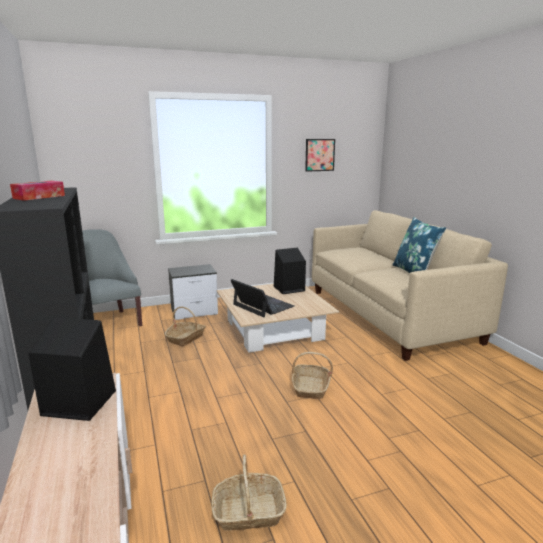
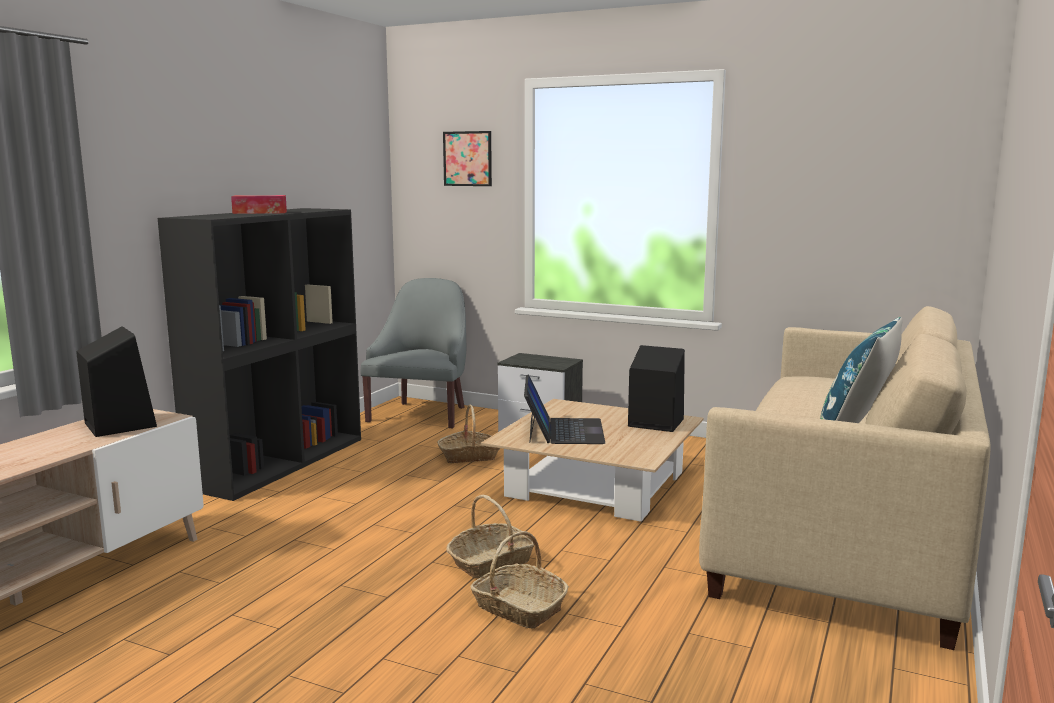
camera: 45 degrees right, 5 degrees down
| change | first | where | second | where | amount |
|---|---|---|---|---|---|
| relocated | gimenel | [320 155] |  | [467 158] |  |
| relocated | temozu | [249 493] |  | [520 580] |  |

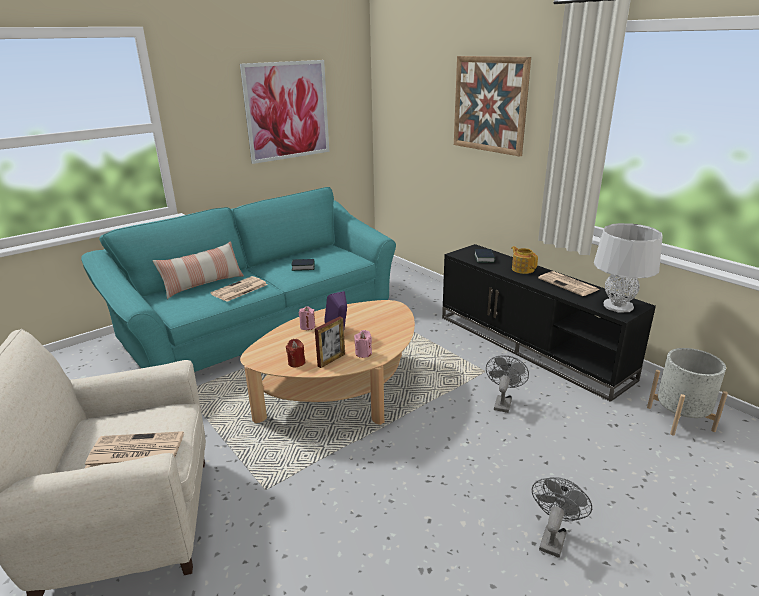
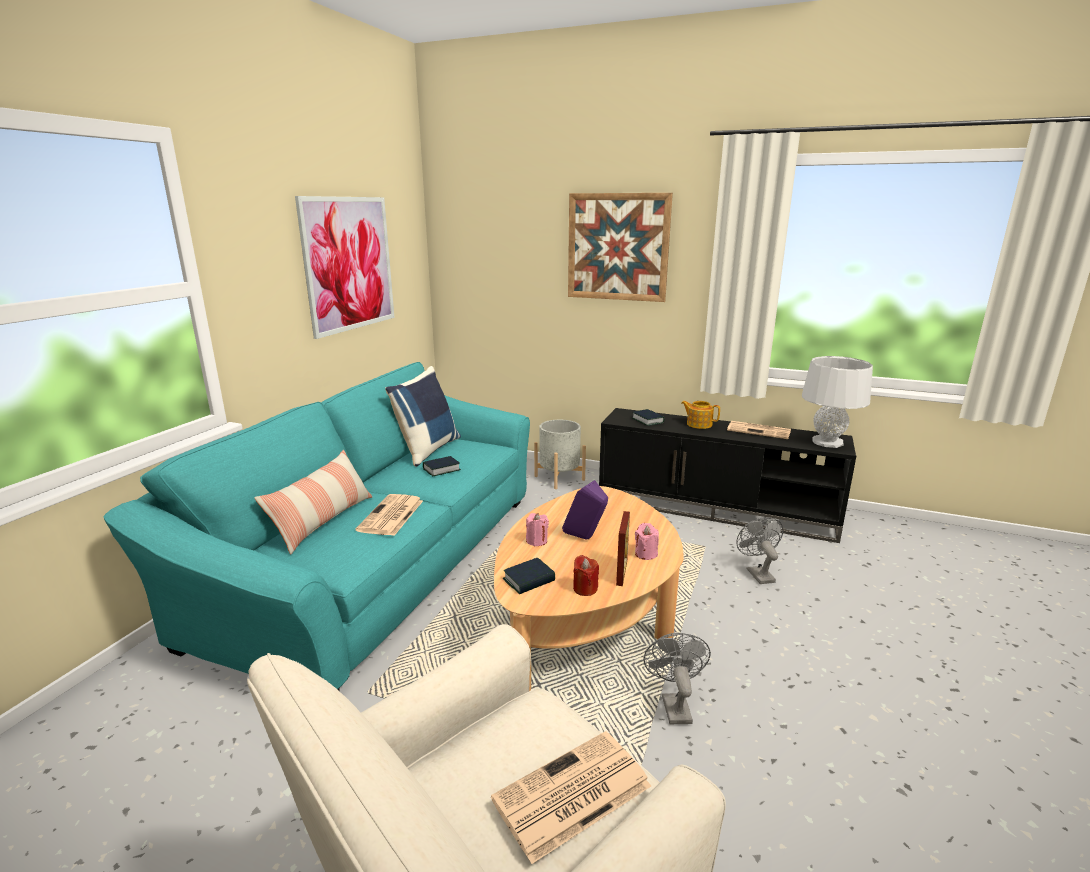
camera: 30 degrees left, 5 degrees down
| change | first | where | second | where | amount |
|---|---|---|---|---|---|
| appeared |  |  | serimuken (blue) | [423 416] |  |
| appeared |  |  | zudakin | [529 576] |  |
| relocated | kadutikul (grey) | [687 392] |  | [560 454] |  |
| relocated | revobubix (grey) | [562 517] |  | [677 678] |  |

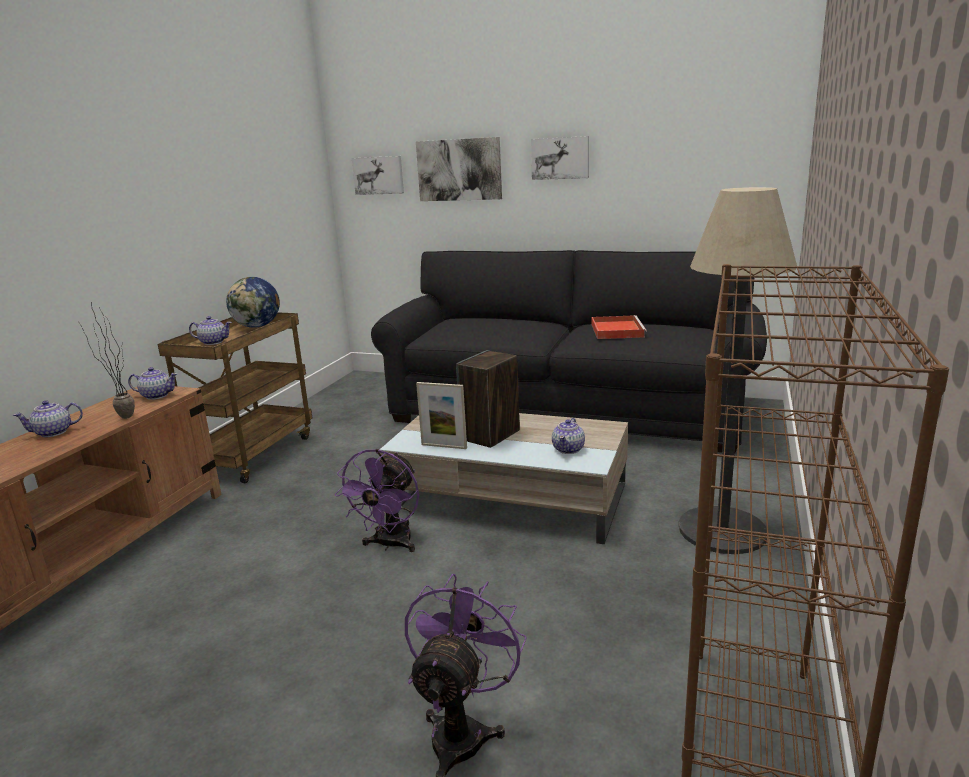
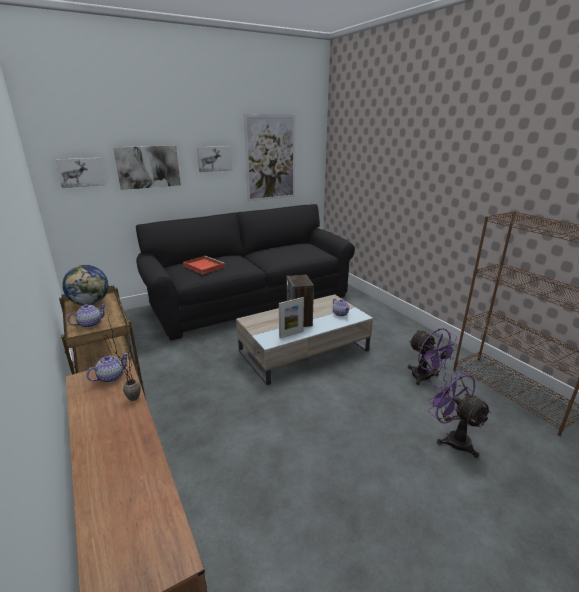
camera: 50 degrees left, 5 degrees up
| change | first | where | second | where | amount |
|---|---|---|---|---|---|
| relocated | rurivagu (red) | [619 327] |  | [204 265] |  |
| appeared |  |  | gimenel | [269 158] |  |
| relocated | revobubix (purple) | [377 500] |  | [433 356] |  |
| missing | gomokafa | [48 418] |  |  |  |
| missing | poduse | [738 370] |  |  |  |

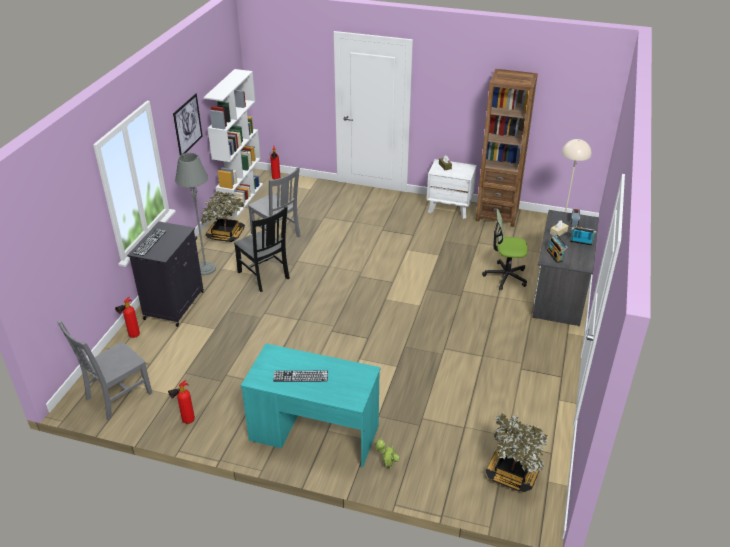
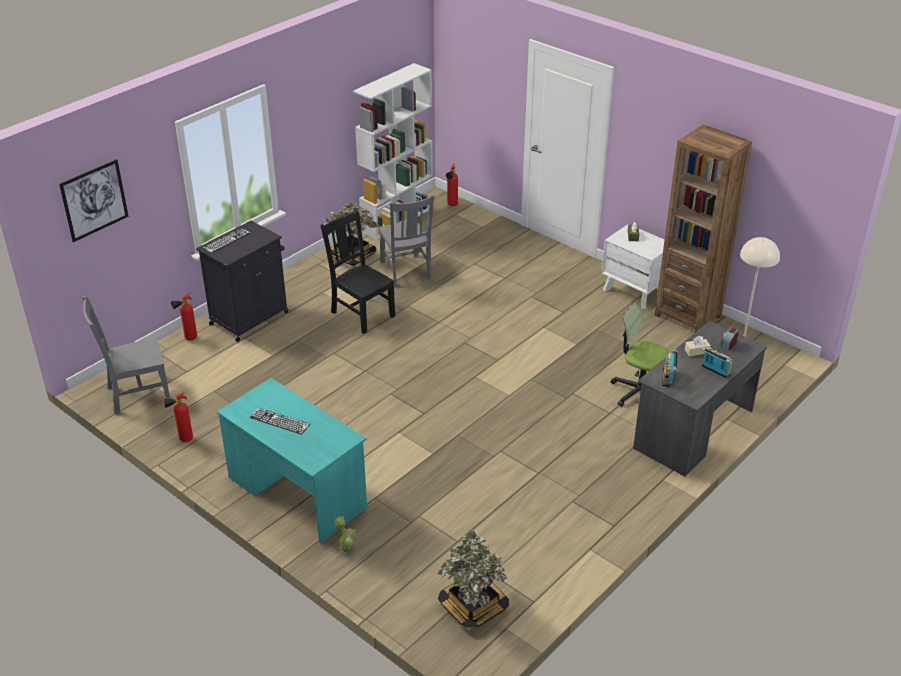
camera: 25 degrees right, 0 degrees up
| change | first | where | second | where | amount |
|---|---|---|---|---|---|
| relocated | gimenel | [188 124] |  | [94 200] |  |
| spun | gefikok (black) | [262 249] |  | [357 271] | 150 degrees clockwise |
| missing | poduse (grey) | [195 214] |  |  |  |

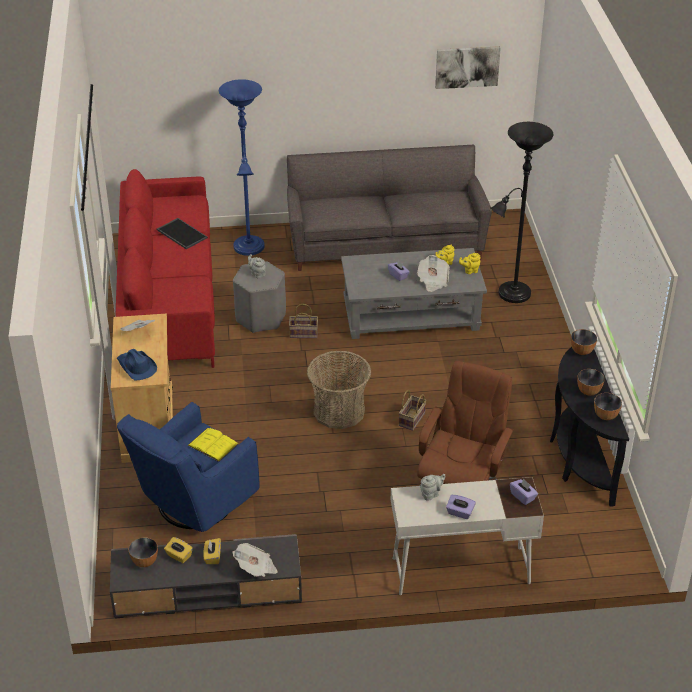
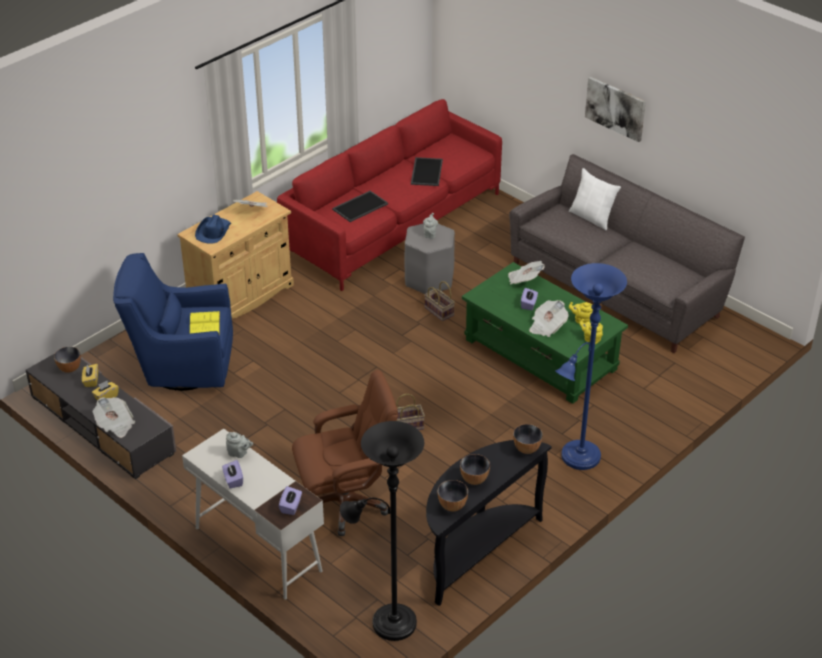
camera: 50 degrees right, 0 degrees up
| change | first | where | second | where | amount |
|---|---|---|---|---|---|
| appeared |  |  | rurivagu | [360 206] |  |
| relocated | poduse (black) | [521 212] |  | [382 531] |  |
| colour | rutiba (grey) | [414 293] | rutiba (green) | [545 333] |  |
| appeared |  |  | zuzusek | [526 273] |  |
| relocated | poduse (blue) | [242 167] |  | [591 366] |  |
| appeared |  |  | serimuken (white) | [595 199] |  |
| relocated | gimenel | [468 67] |  | [615 109] |  |
| missing | temozu | [339 390] |  |  |  |

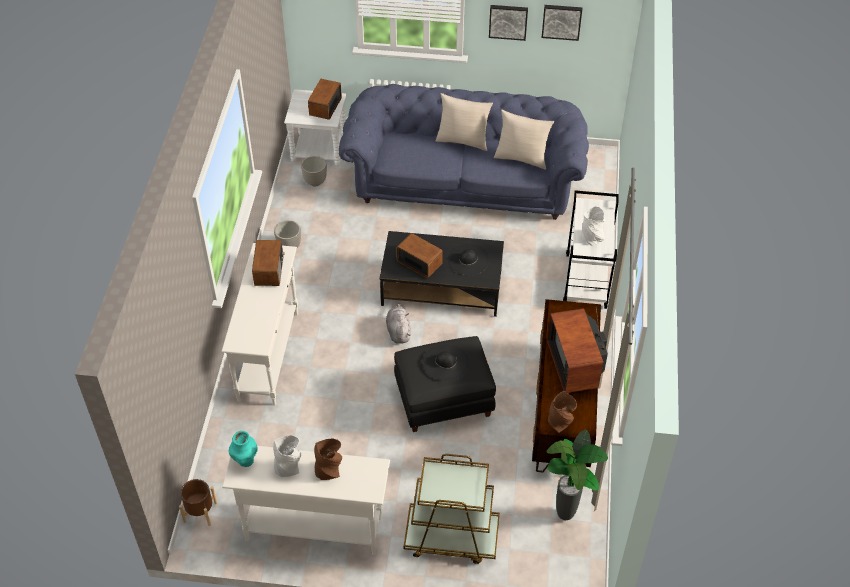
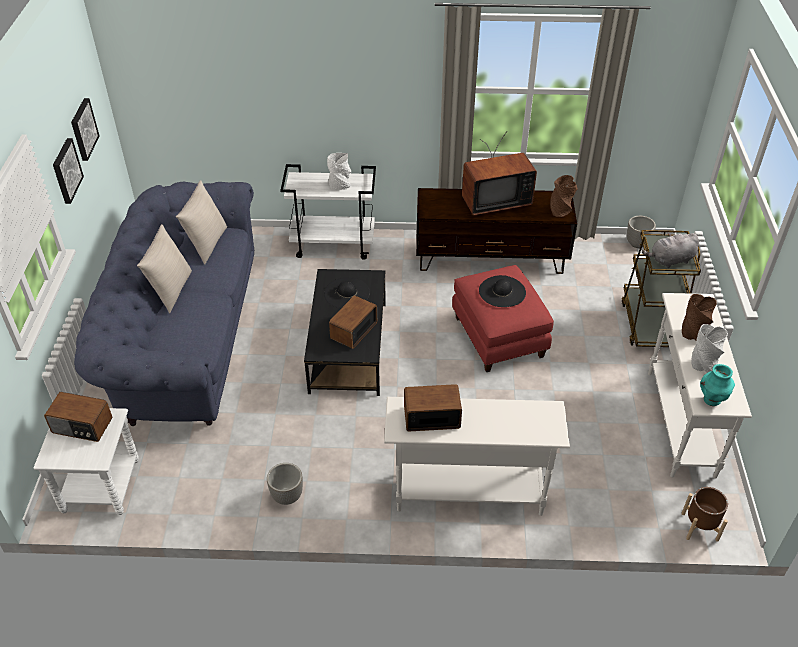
camera: 95 degrees left, 5 degrees down
| change | first | where | second | where | amount |
|---|---|---|---|---|---|
| colour | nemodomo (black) | [445 384] | nemodomo (red) | [503 318] |  |
| relocated | kadutikul | [314 171] |  | [641 232] |  |
| relocated | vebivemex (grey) | [398 323] |  | [670 250] |  |
| missing | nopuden | [577 475] |  |  |  |

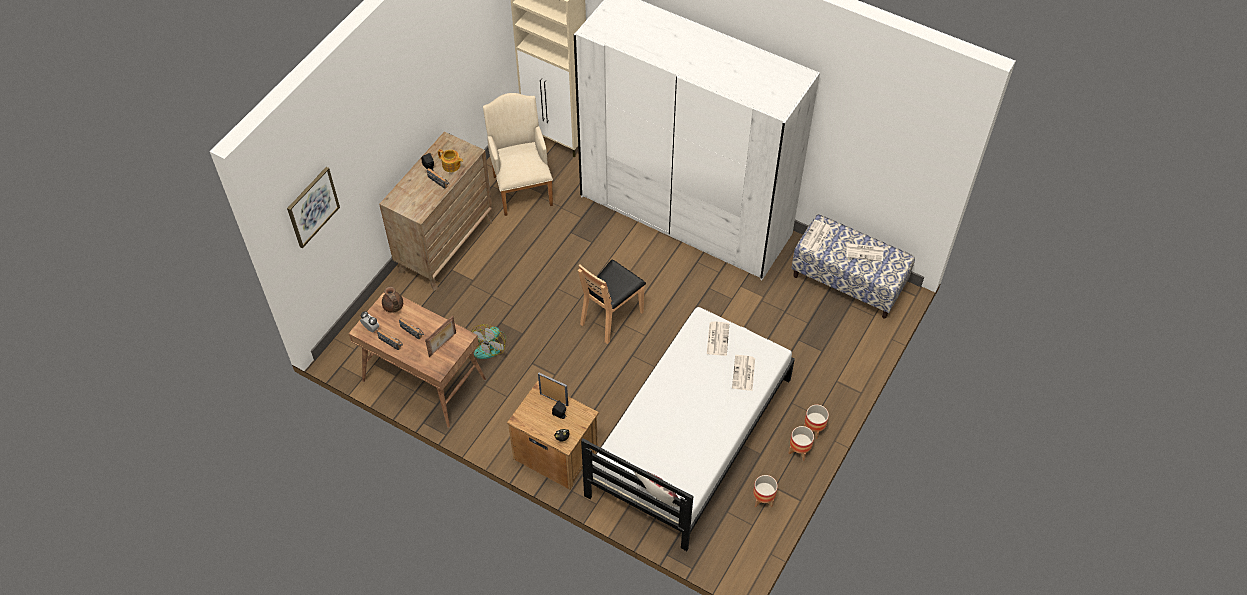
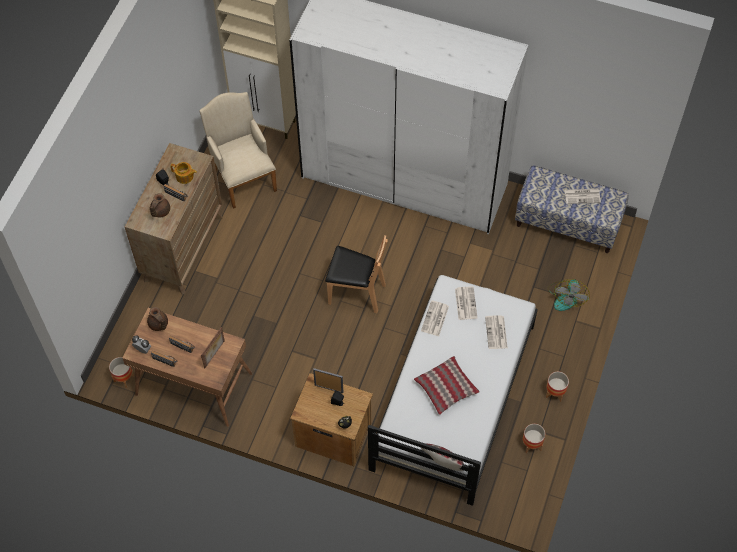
camera: 10 degrees left, 5 degrees up
| change | first | where | second | where | amount |
|---|---|---|---|---|---|
| relocated | kadutikul | [816 422] |  | [121 372] |  |
| appeared |  |  | gomokafa (brown) | [159 205] |  |
| spun | gefikok (brown) | [612 302] |  | [356 274] | 105 degrees counterclockwise |
| appeared |  |  | serimuken | [447 385] |  |
| relocated | zuzusek | [815 236] |  | [435 318] |  |
| relocated | revobubix | [488 341] |  | [569 295] |  |
| missing | gimenel | [313 207] |  |  |  |

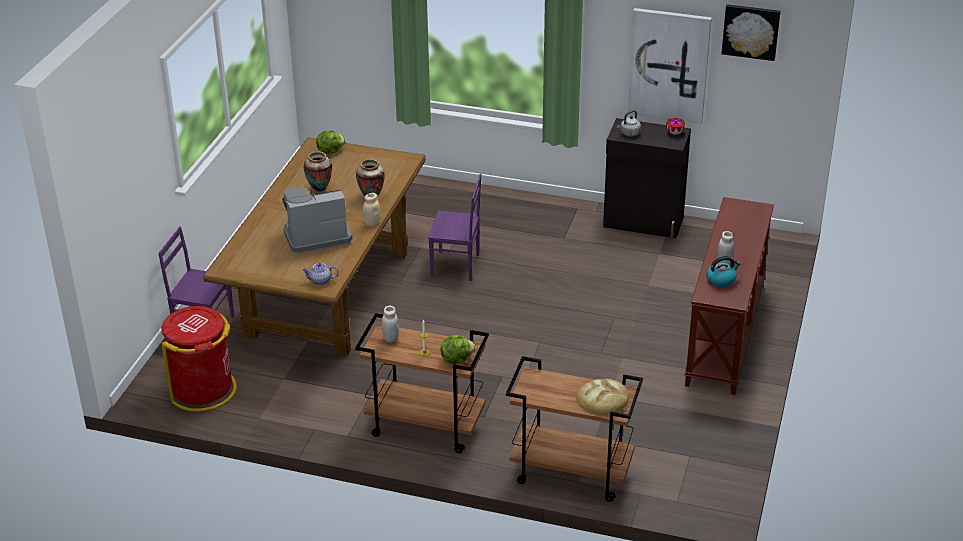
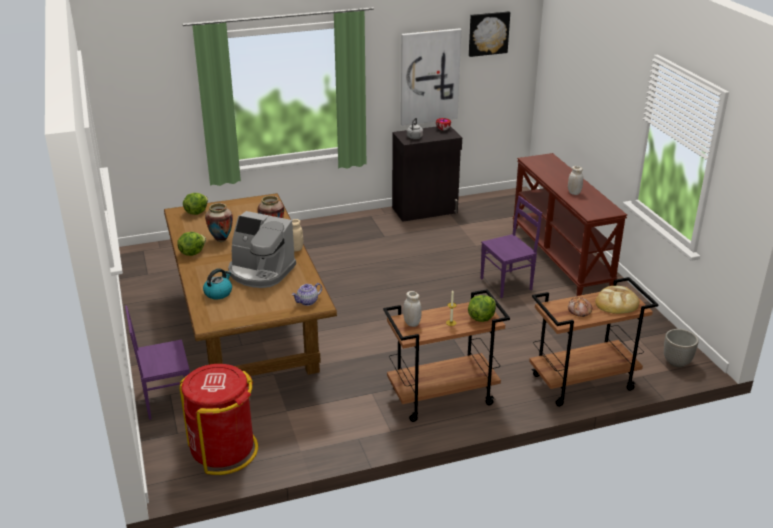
camera: 35 degrees left, 5 degrees down
| change | first | where | second | where | amount |
|---|---|---|---|---|---|
| appeared |  |  | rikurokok | [191 244] |  |
| relocated | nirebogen | [723 271] |  | [217 283] |  |
| spun | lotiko | [317 220] |  | [262 249] | 105 degrees counterclockwise |
| relocated | gefikok (purple) | [455 227] |  | [511 247] |  |
| appeared |  |  | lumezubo | [580 306] |  |
| appeared |  |  | kadutikul | [681 348] |  |

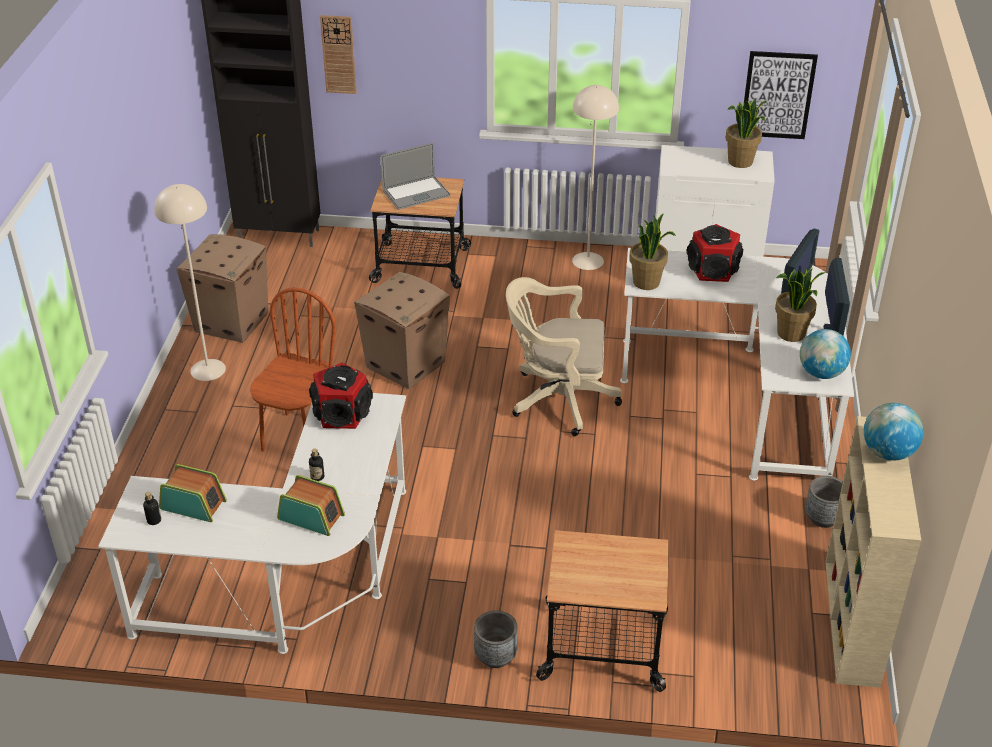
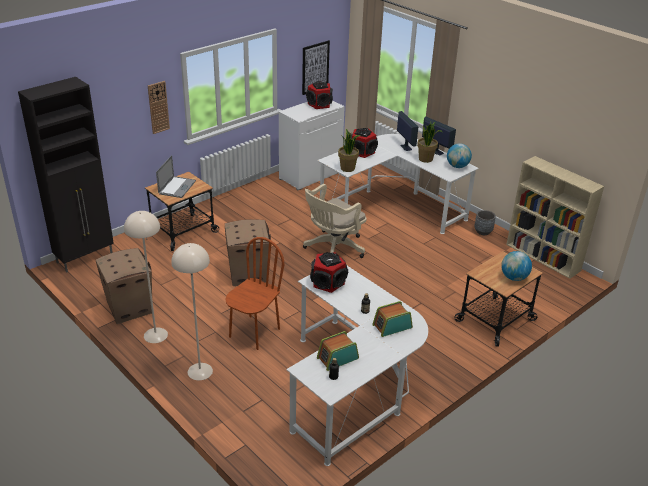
camera: 50 degrees left, 5 degrees down
| change | first | where | second | where | amount |
|---|---|---|---|---|---|
| relocated | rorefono | [338 54] |  | [159 107] |  |
| relocated | poduse (beige) | [595 177] |  | [192 311] |  |
| spun | gefikok (brown) | [293 369] |  | [255 293] | 60 degrees clockwise |
| exchanged | nopuden | [747 133] | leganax | [319 95] |  |
| relocated | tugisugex | [893 431] |  | [516 266] |  |
| missing | kadutikul (grey) | [496 639] |  |  |  |

